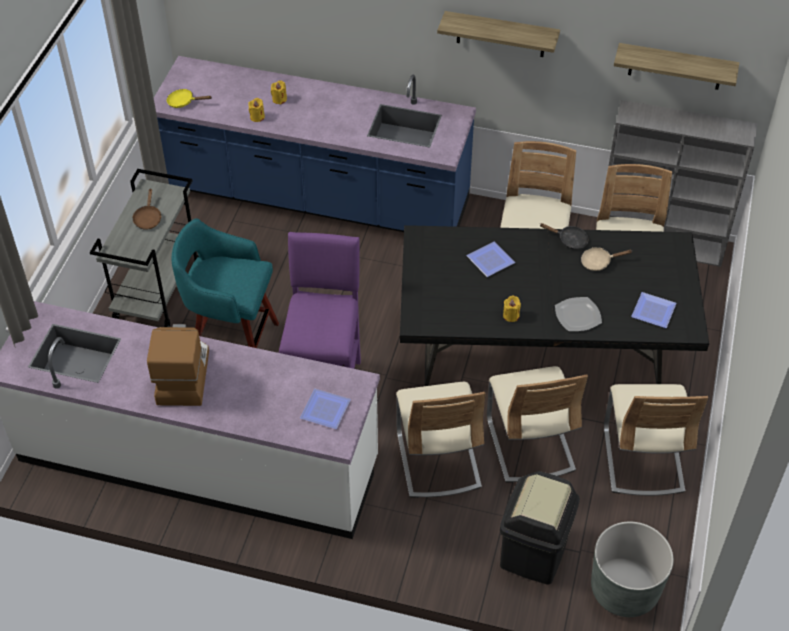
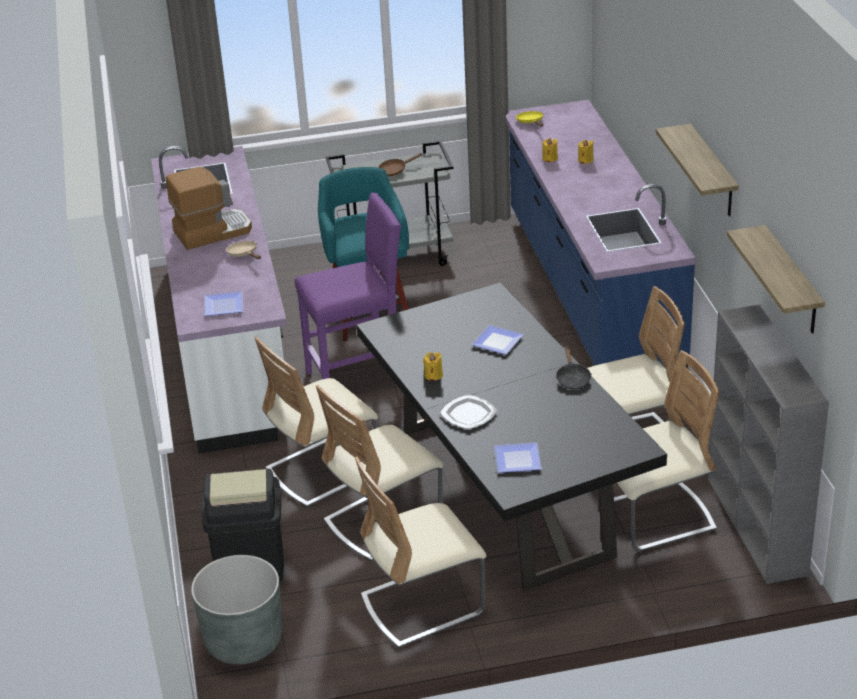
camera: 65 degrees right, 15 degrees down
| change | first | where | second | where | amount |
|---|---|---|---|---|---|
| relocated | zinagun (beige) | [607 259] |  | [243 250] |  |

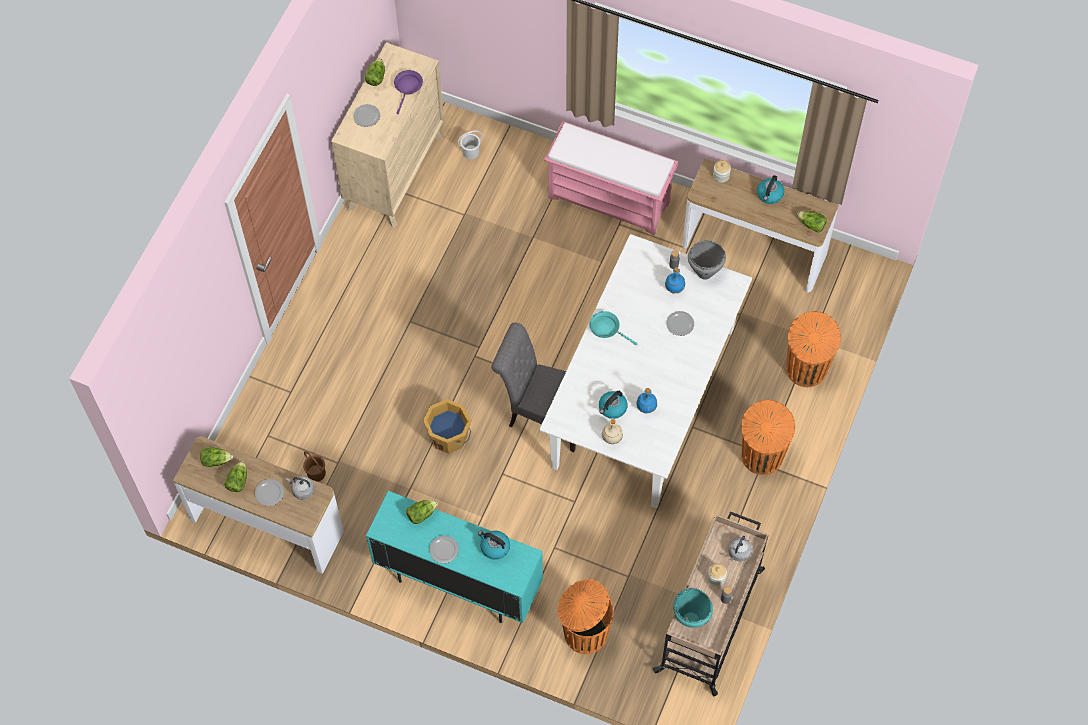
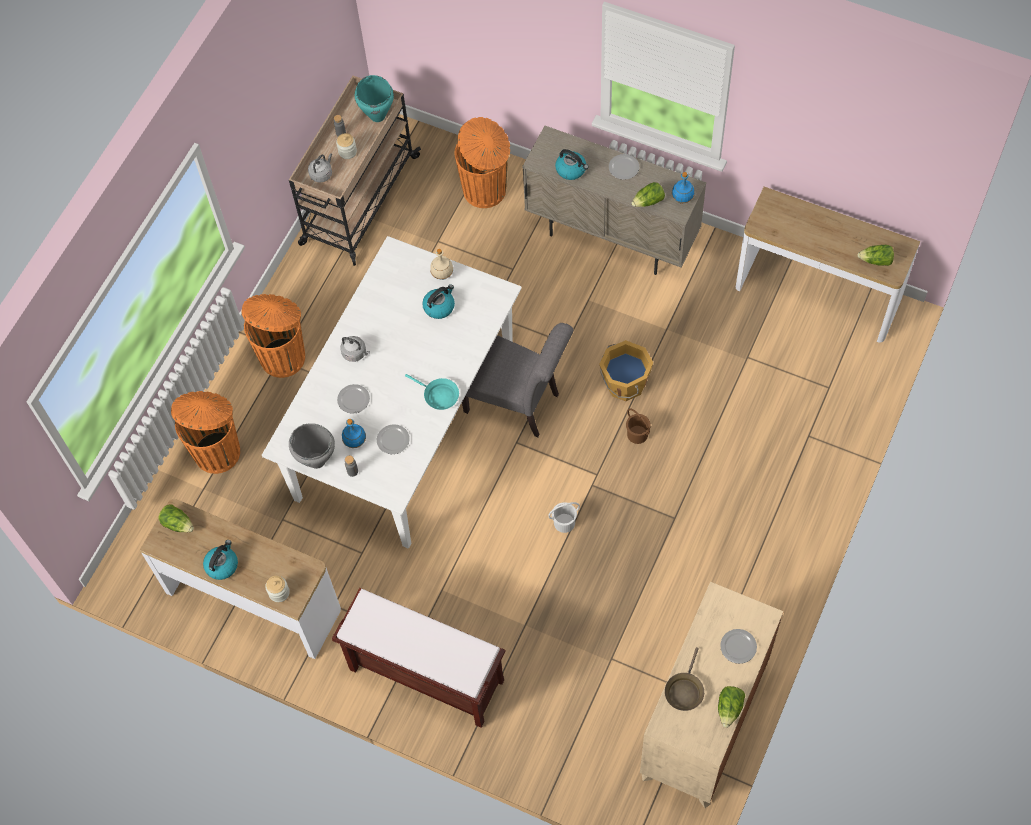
camera: 175 degrees left, 0 degrees up
| change | first | where | second | where | amount |
|---|---|---|---|---|---|
| colour | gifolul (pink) | [611 178] | gifolul (brown) | [418 658] |  |
| relocated | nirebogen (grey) | [300 488] |  | [355 349] |  |
| relocated | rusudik | [269 492] |  | [393 439] |  |
| colour | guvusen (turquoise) | [454 557] | guvusen (beige) | [614 200] |  |
| relocated | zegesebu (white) | [470 144] |  | [564 517] |  |
| relocated | zegesebu (brown) | [314 466] |  | [638 426] |  |
| colour | zinagun (purple) | [408 92] | zinagun (brown) | [684 679] |  |
| relocated | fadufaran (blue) | [646 400] |  | [683 188] |  |
| missing | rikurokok | [235 476] |  |  |  |

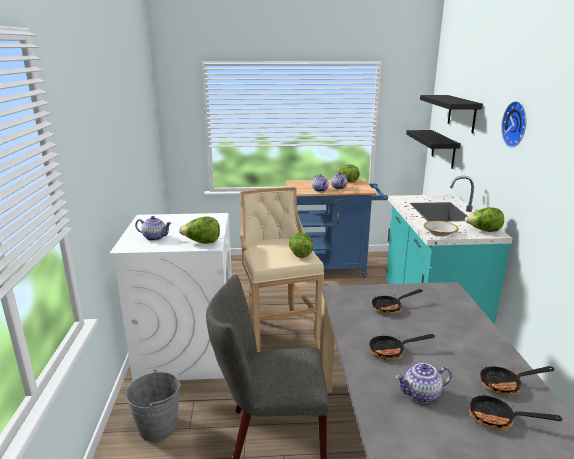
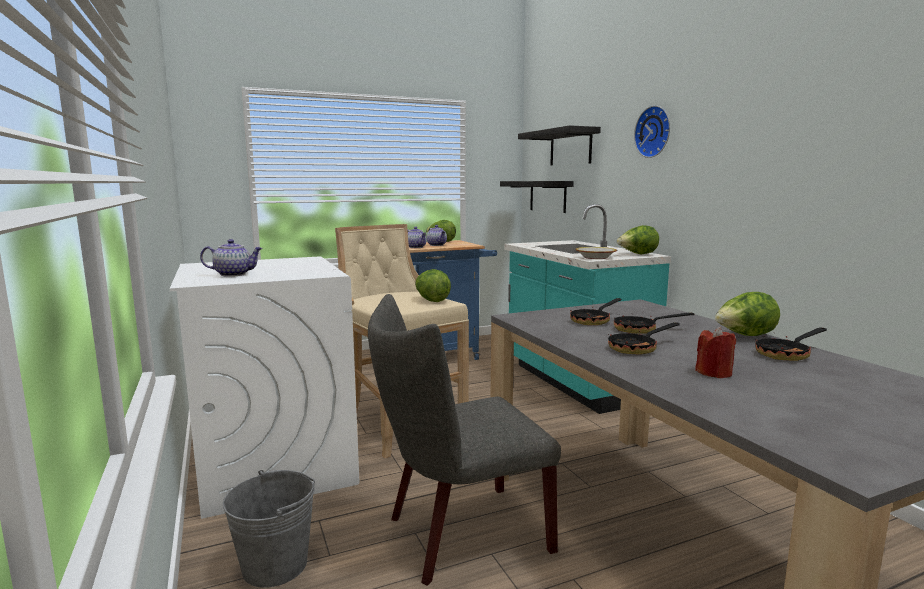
camera: 20 degrees left, 10 degrees down
| change | first | where | second | where | amount |
|---|---|---|---|---|---|
| relocated | zinagun | [515 412] |  | [654 320] |  |
| exchanged | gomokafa | [423 383] | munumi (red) | [715 352] |  |
| relocated | rikurokok | [199 230] |  | [747 314] |  |

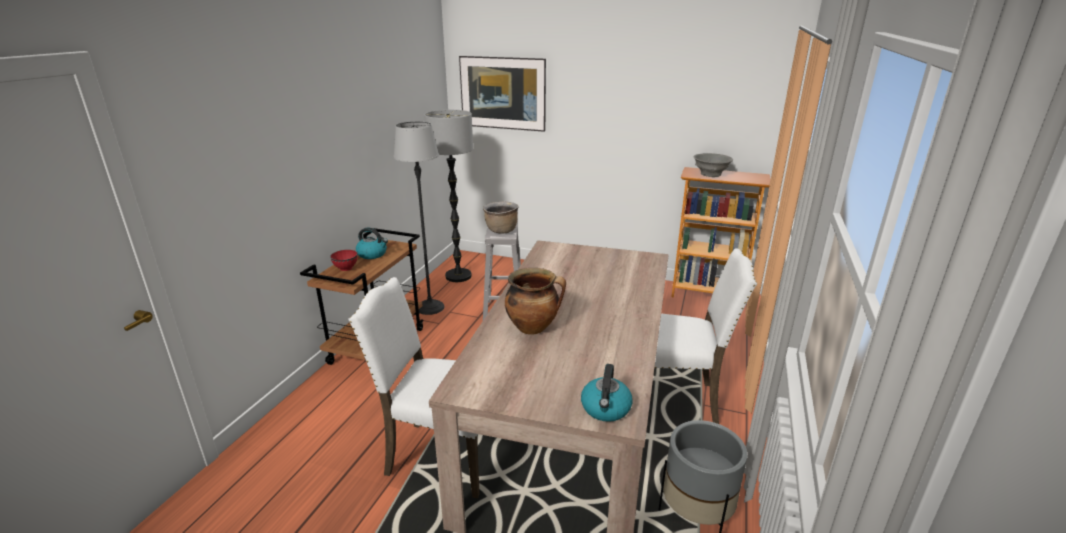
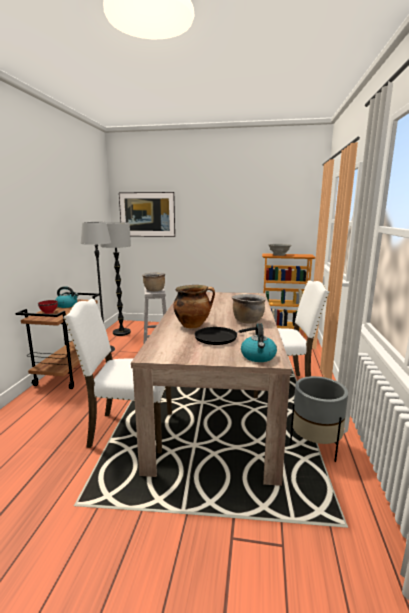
camera: 10 degrees left, 10 degrees down
| change | first | where | second | where | amount |
|---|---|---|---|---|---|
| appeared |  |  | zinagun (black) | [225 336] |  |
| appeared |  |  | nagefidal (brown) | [249 308] |  |

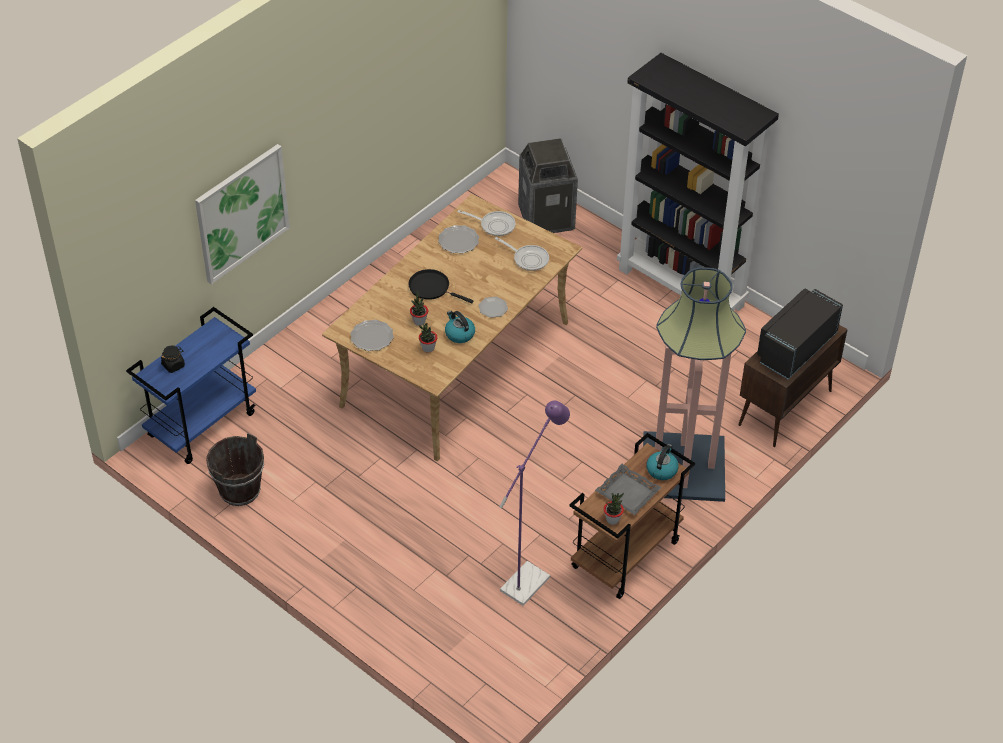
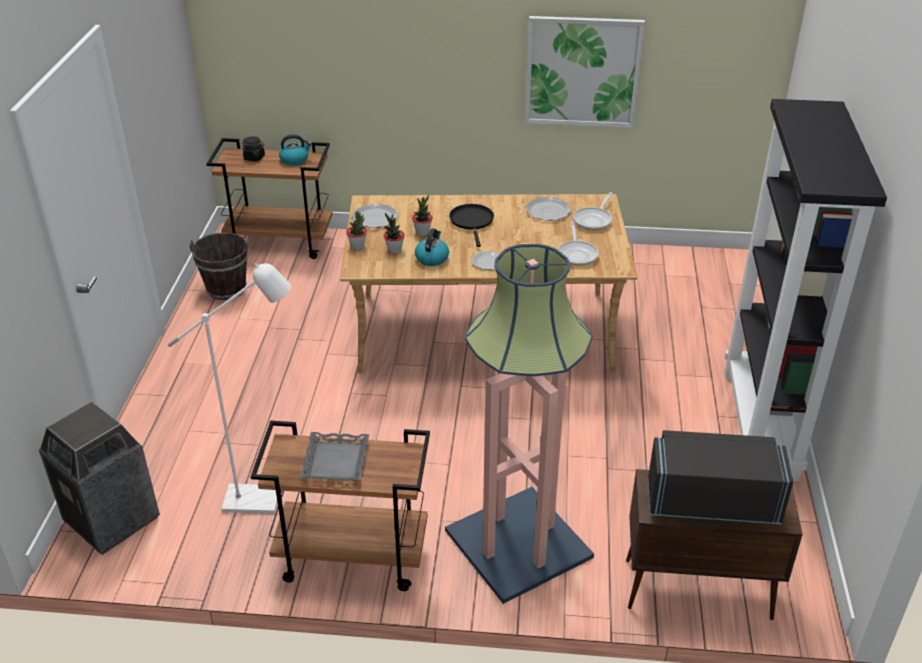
camera: 55 degrees right, 10 degrees down
| change | first | where | second | where | amount |
|---|---|---|---|---|---|
| relocated | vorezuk | [548 185] |  | [99 478] |  |
| colour | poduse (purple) | [534 503] | poduse (white) | [229 388] |  |
| colour | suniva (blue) | [191 385] | suniva (brown) | [269 198] |  |
| relocated | nirebogen | [662 462] |  | [295 149] |  |
| relocated | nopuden | [614 509] |  | [356 230] |  |
| relocated | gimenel | [242 214] |  | [585 72] |  |
| spun | zinagun | [487 223] |  | [593 211] | 45 degrees clockwise |

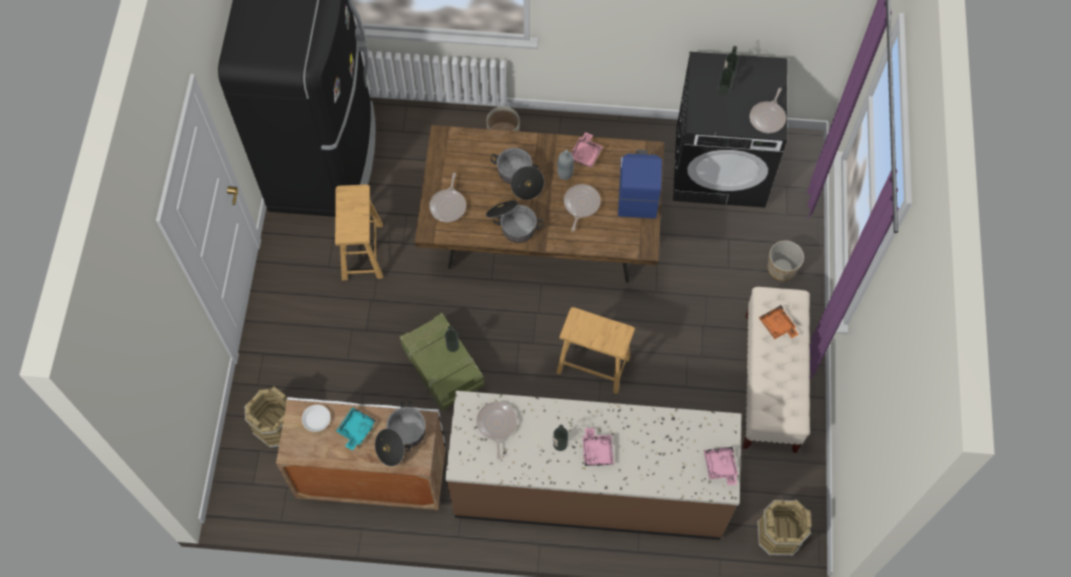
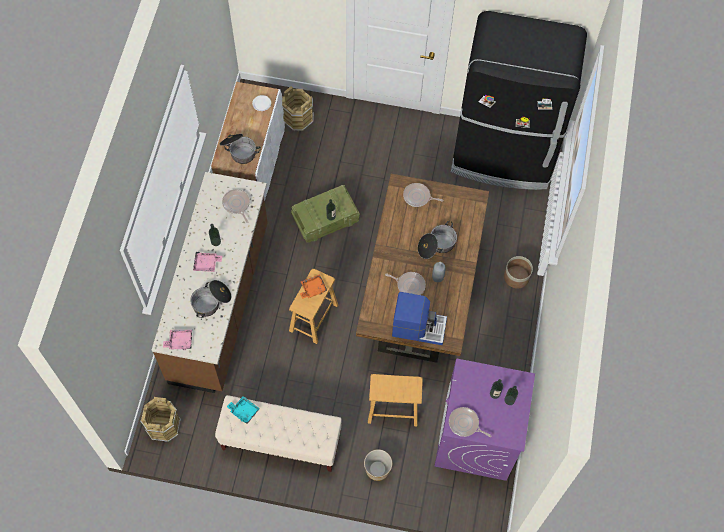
camera: 95 degrees right, 0 degrees up
| change | first | where | second | where | amount |
|---|---|---|---|---|---|
| relocated | nagefidal | [515 221] |  | [210 299] |  |
| spun | zinagun | [496 430] |  | [236 206] | 120 degrees counterclockwise |
| relocated | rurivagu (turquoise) | [356 429] |  | [243 410] |  |
| relocated | rurivagu (orange) | [779 322] |  | [313 286] |  |
| relocated | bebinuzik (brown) | [359 232] |  | [395 400] |  |
| colour | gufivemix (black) | [730 130] | gufivemix (purple) | [485 420] |  |
| missing | rurivagu (pink) | [587 150] |  |  |  |

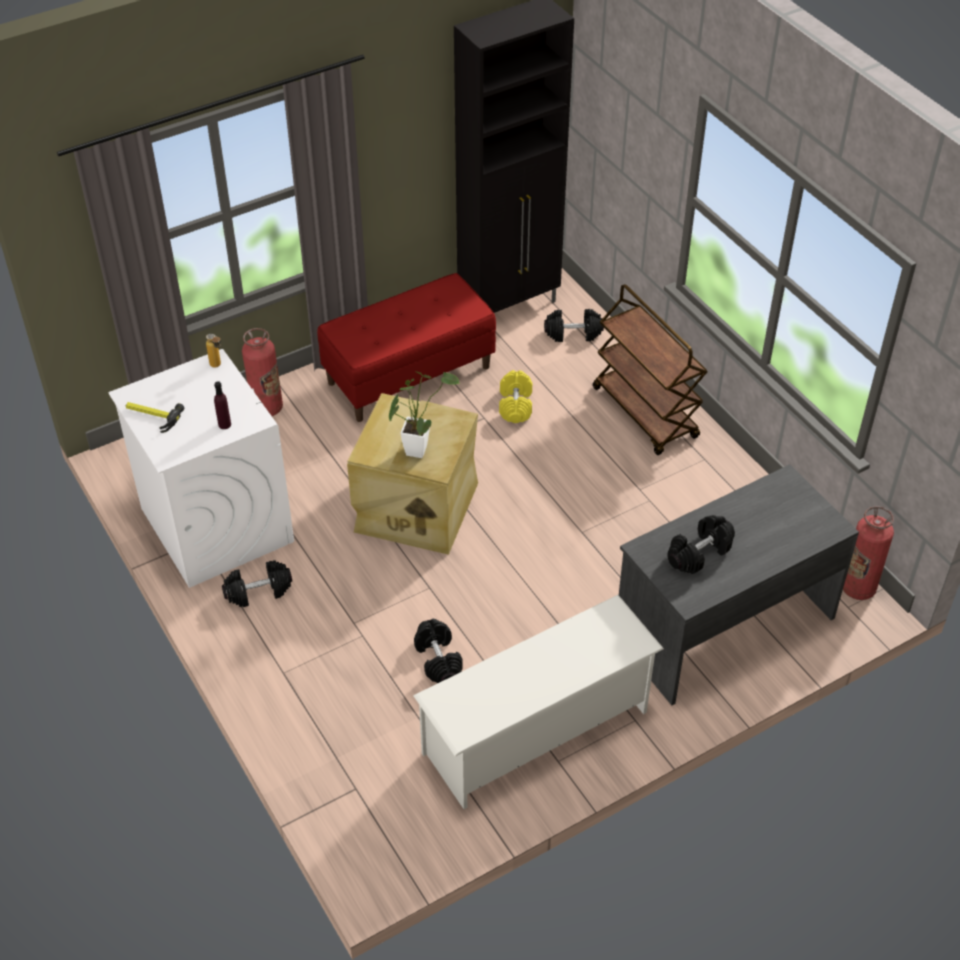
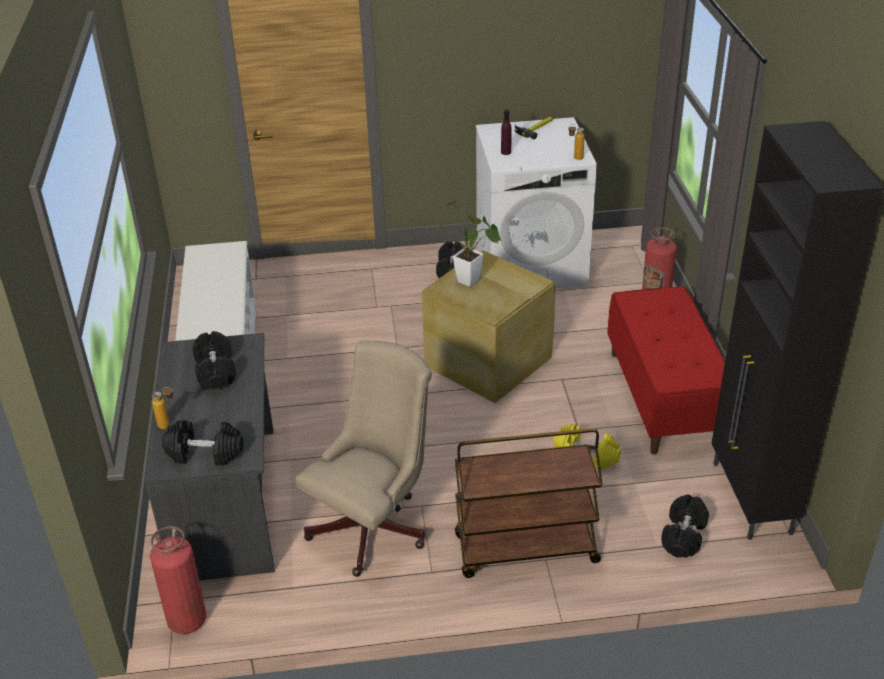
camera: 115 degrees right, 10 degrees down
| change | first | where | second | where | amount |
|---|---|---|---|---|---|
| appeared |  |  | fadufaran | [162 408] |  |
| relocated | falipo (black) | [438 651] |  | [203 442] |  |
| appeared |  |  | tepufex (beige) | [363 458] |  |

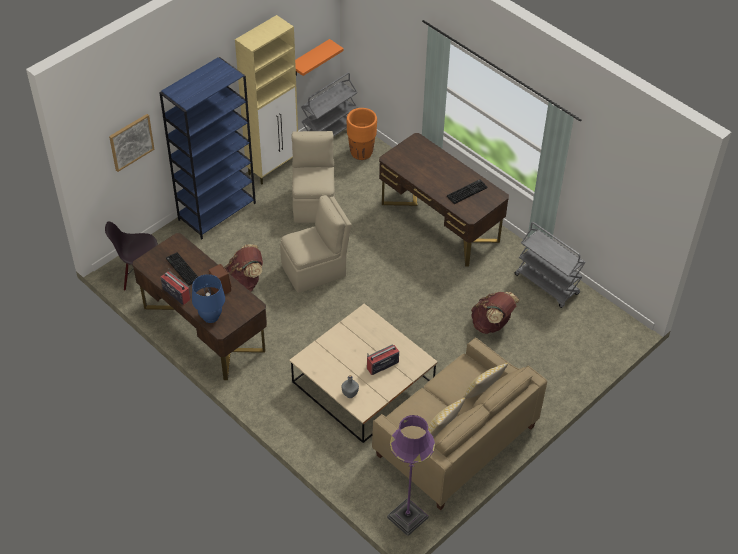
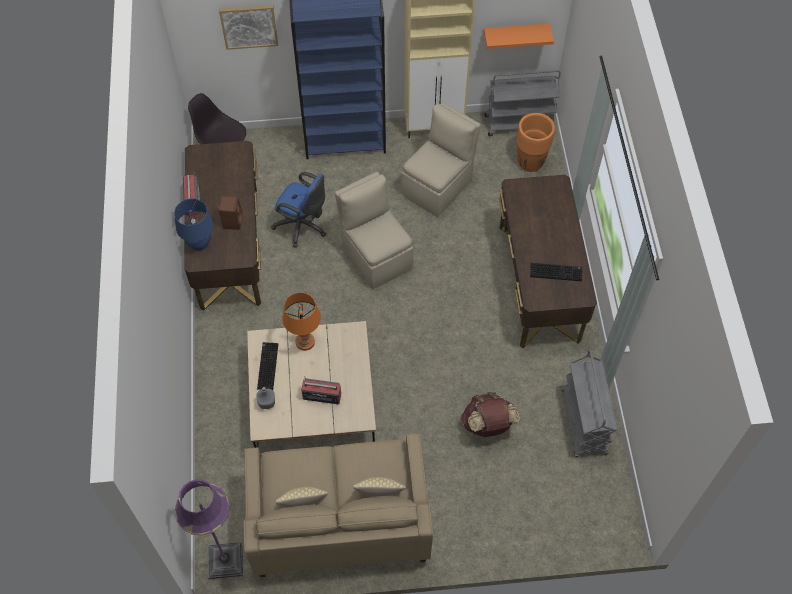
camera: 40 degrees right, 10 degrees up
| change | first | where | second | where | amount |
|---|---|---|---|---|---|
| relocated | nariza | [182 269] |  | [267 366] |  |
| exchanged | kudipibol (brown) | [243 268] | tepufex (blue) | [298 210] |  |
| appeared |  |  | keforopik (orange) | [301 322] |  |
| spun | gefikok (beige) | [315 244] |  | [374 230] | 135 degrees counterclockwise |

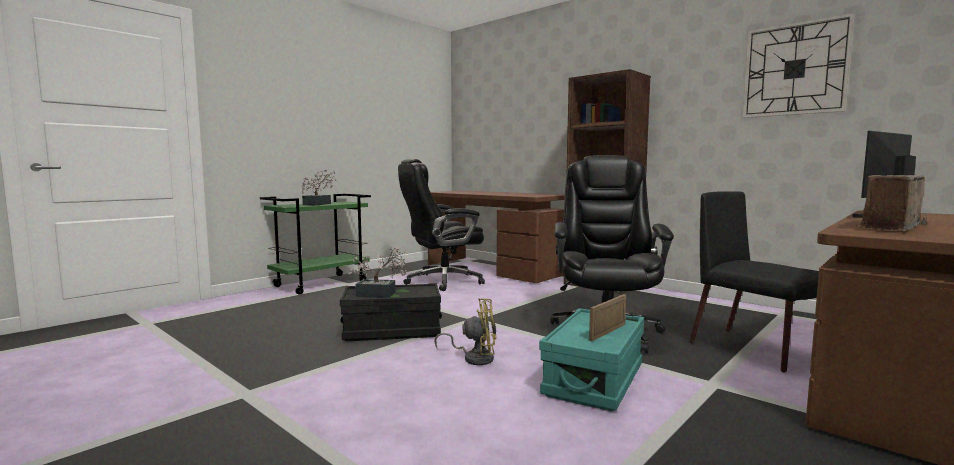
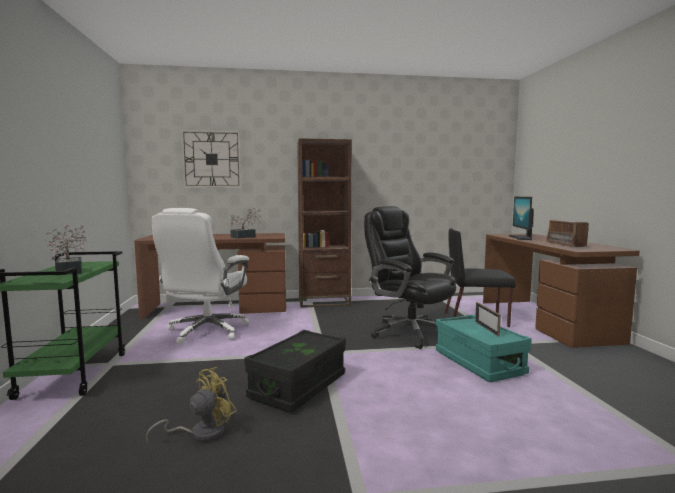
camera: 50 degrees left, 0 degrees up
| change | first | where | second | where | amount |
|---|---|---|---|---|---|
| relocated | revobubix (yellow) | [465 331] |  | [191 404] |  |
| colour | tepufex (black) | [441 225] | tepufex (white) | [200 276] |  |
| relocated | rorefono | [798 65] |  | [211 159] |  |
| relocated | nopuden | [377 272] |  | [244 223] |  |

